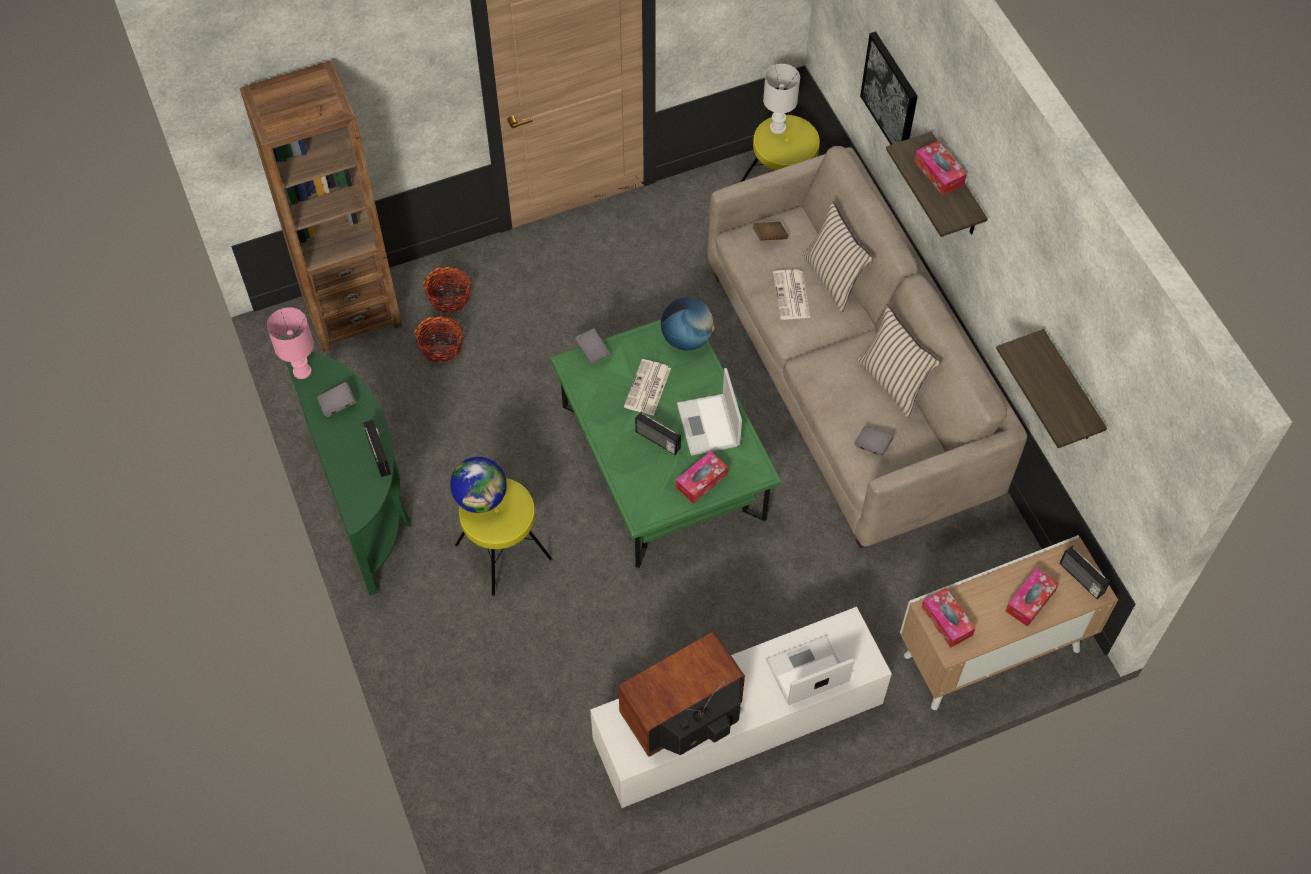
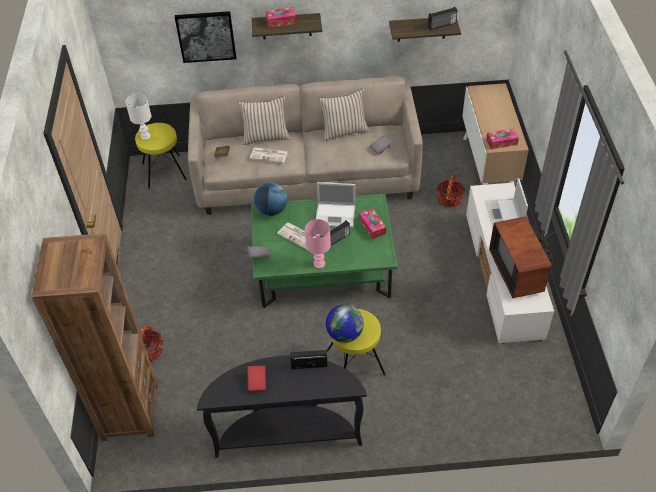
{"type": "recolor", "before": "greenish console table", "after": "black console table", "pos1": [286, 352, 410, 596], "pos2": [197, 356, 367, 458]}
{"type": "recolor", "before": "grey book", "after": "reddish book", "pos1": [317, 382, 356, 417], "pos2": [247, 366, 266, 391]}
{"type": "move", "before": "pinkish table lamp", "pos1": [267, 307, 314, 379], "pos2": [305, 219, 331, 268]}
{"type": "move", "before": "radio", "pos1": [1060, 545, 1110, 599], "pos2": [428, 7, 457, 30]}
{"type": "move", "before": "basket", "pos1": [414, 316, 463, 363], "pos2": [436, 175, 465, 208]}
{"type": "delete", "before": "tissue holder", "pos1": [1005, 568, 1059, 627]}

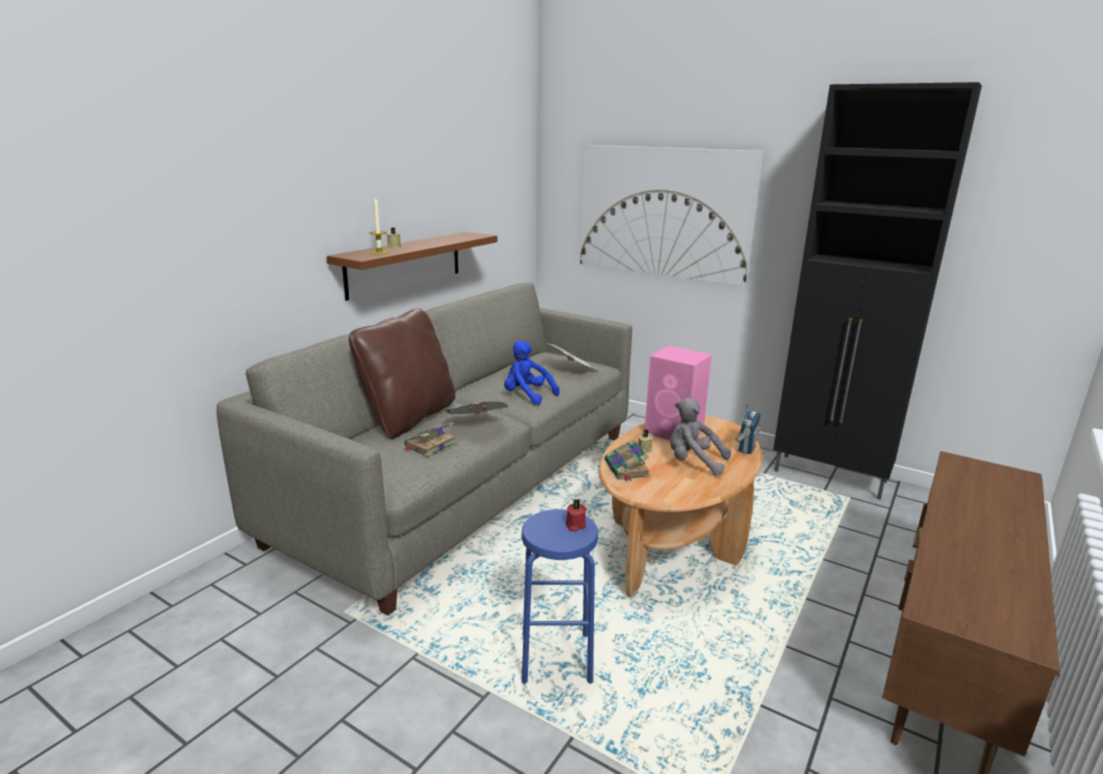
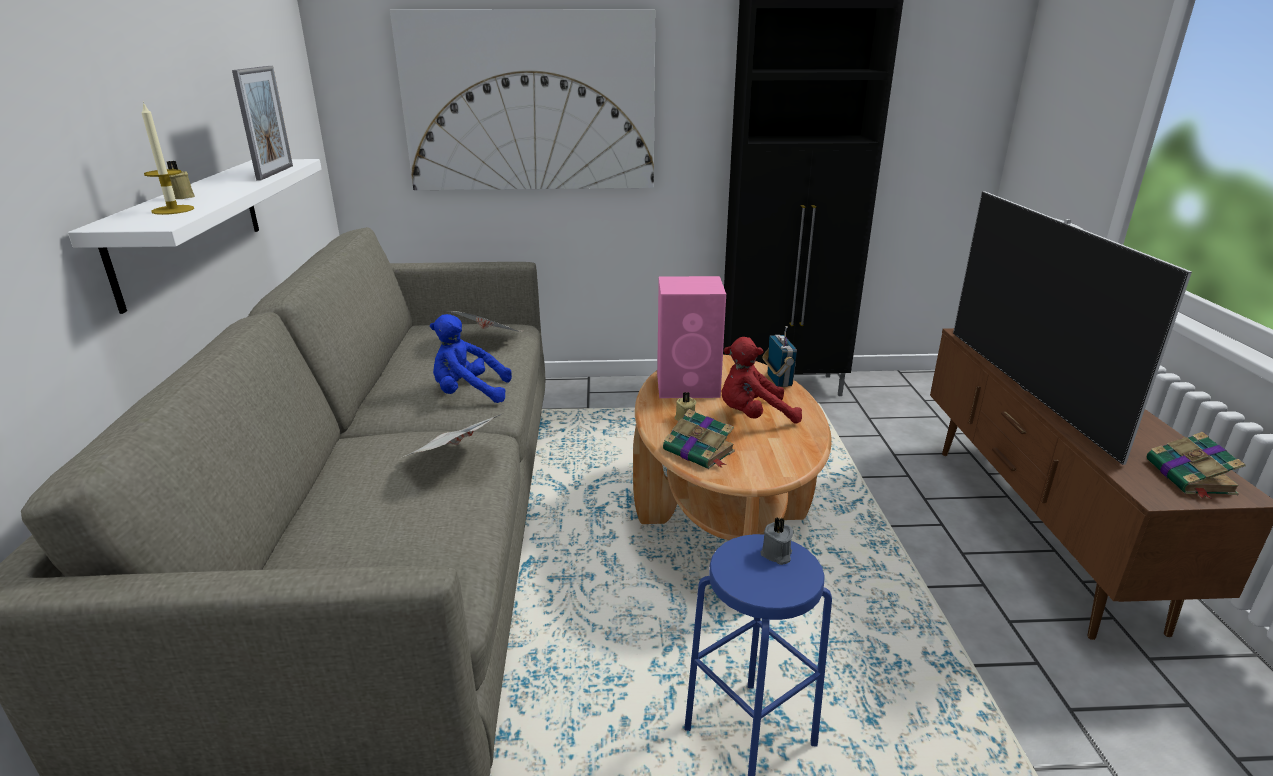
{"type": "recolor", "before": "brownish bracket shelf", "after": "white bracket shelf", "pos1": [327, 232, 497, 301], "pos2": [68, 159, 322, 314]}
{"type": "insert", "after": "standing frame", "pos2": [232, 66, 293, 181]}
{"type": "recolor", "before": "grey cuddly toy", "after": "reddish cuddly toy", "pos1": [670, 398, 731, 476], "pos2": [722, 337, 802, 424]}
{"type": "recolor", "before": "reddish wax candle", "after": "grey wax candle", "pos1": [566, 499, 587, 531], "pos2": [761, 518, 794, 565]}
{"type": "insert", "after": "TV", "pos2": [953, 192, 1192, 465]}
{"type": "move", "before": "book", "pos1": [402, 422, 457, 457], "pos2": [1147, 432, 1246, 499]}
{"type": "delete", "before": "brownish throw pillow", "pos1": [349, 308, 455, 439]}

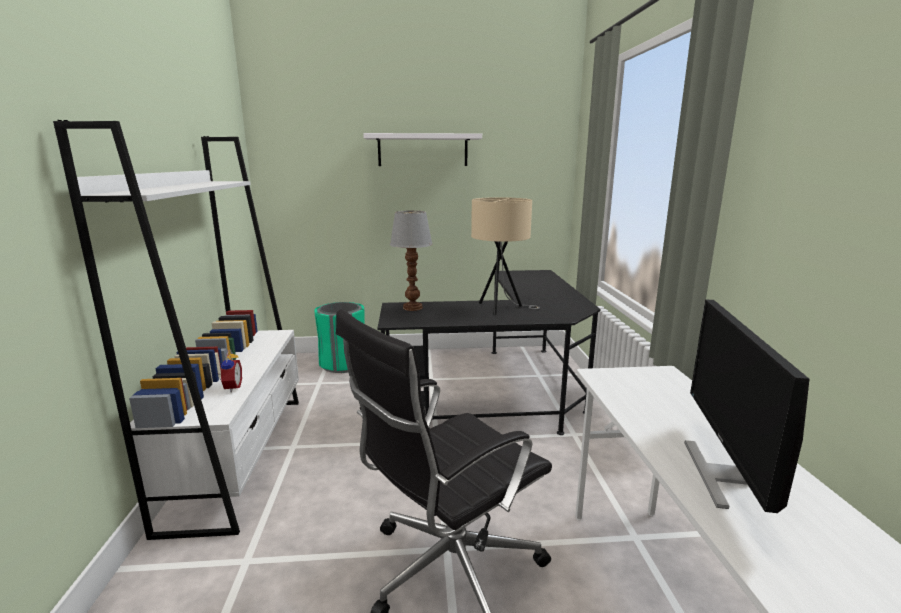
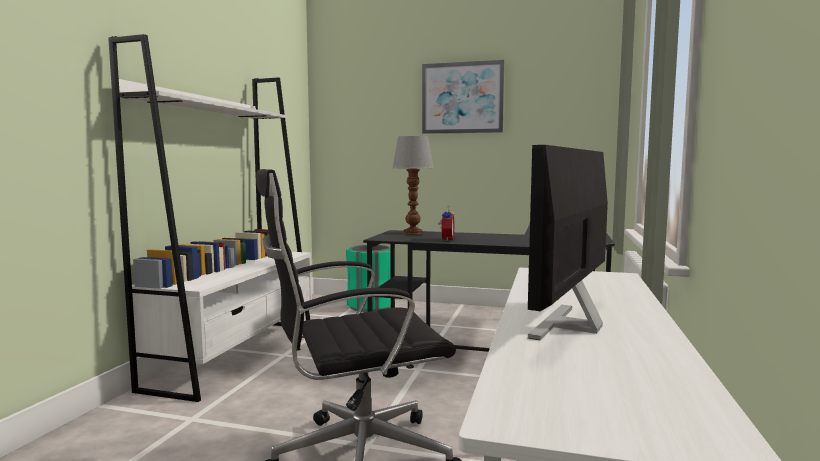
{"type": "replace", "before": "white bracket shelf", "after": "wall art", "pos1": [363, 133, 482, 166], "pos2": [422, 60, 504, 134]}
{"type": "move", "before": "bedside clock", "pos1": [220, 350, 242, 393], "pos2": [439, 205, 455, 241]}
{"type": "delete", "before": "beige-coloured table lamp", "pos1": [471, 197, 540, 315]}

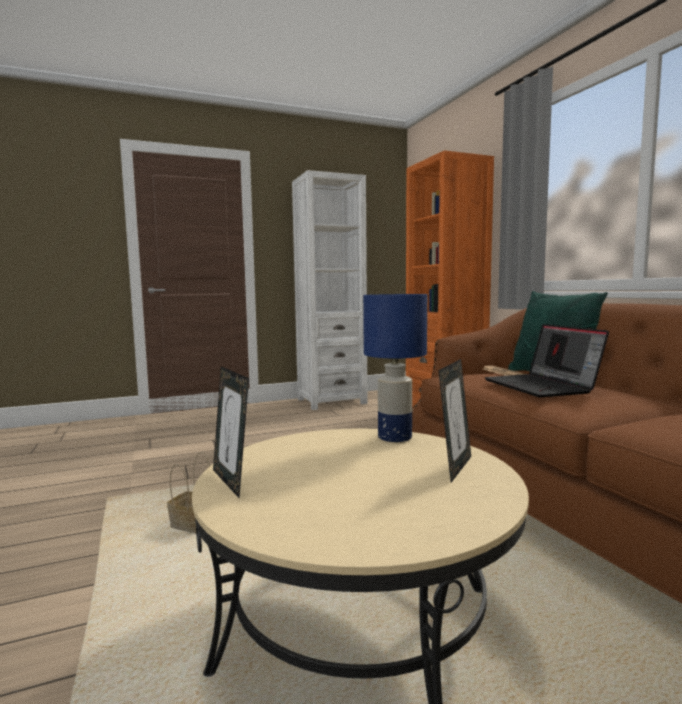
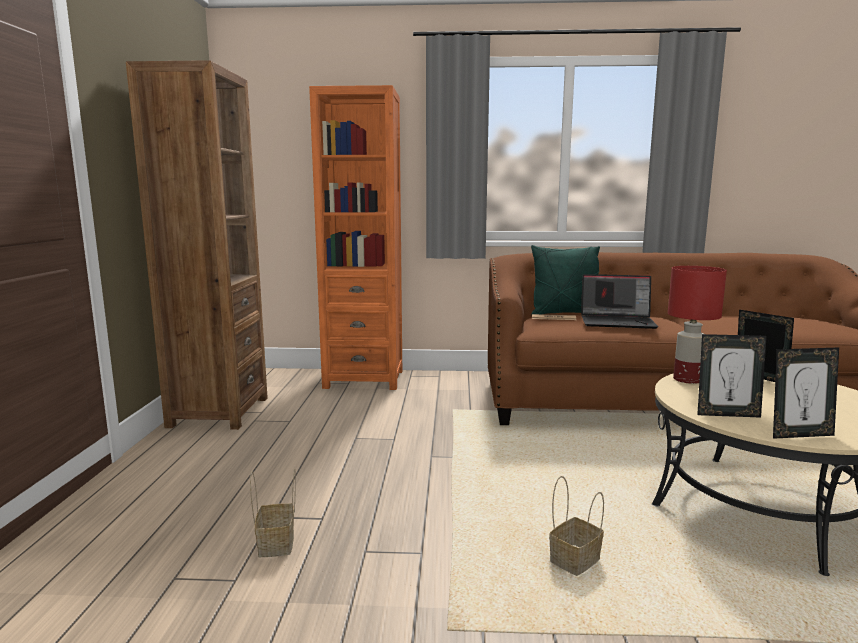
{"type": "recolor", "before": "white shelving unit", "after": "brownish shelving unit", "pos1": [292, 170, 368, 410], "pos2": [126, 60, 268, 430]}
{"type": "insert", "after": "basket", "pos2": [250, 468, 296, 557]}
{"type": "recolor", "before": "bluish table lamp", "after": "reddish table lamp", "pos1": [363, 294, 427, 442], "pos2": [668, 266, 727, 384]}
{"type": "insert", "after": "standing frame", "pos2": [697, 334, 767, 418]}

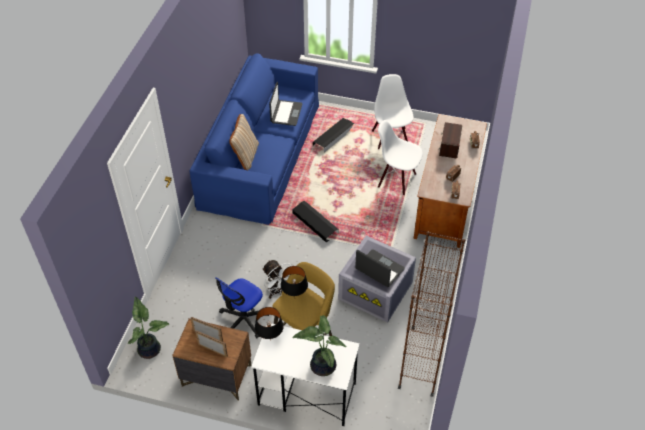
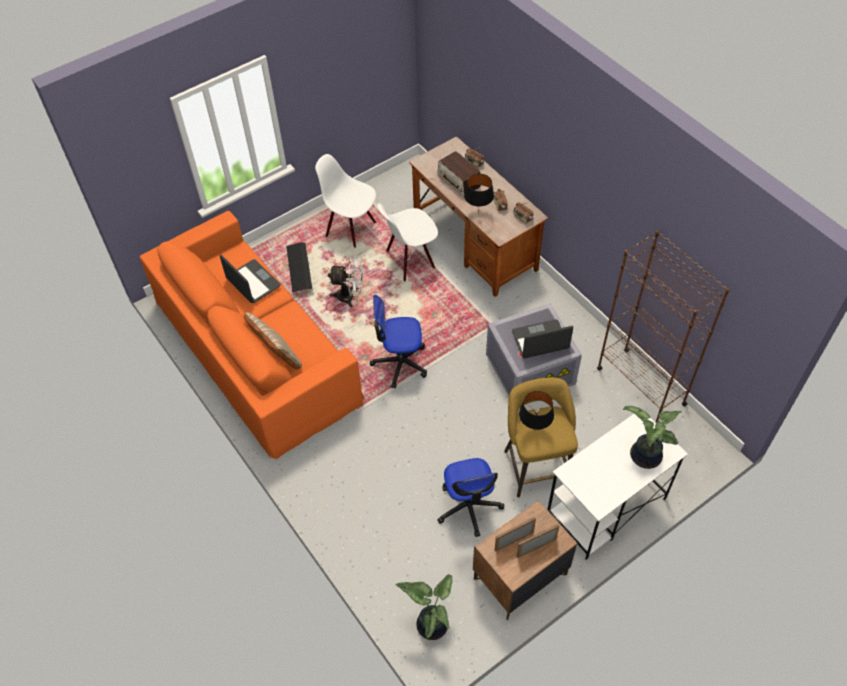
{"type": "recolor", "before": "bluish couch", "after": "orangey couch", "pos1": [190, 53, 319, 225], "pos2": [140, 211, 364, 459]}
{"type": "move", "before": "white fan", "pos1": [262, 260, 292, 299], "pos2": [328, 256, 364, 307]}
{"type": "replace", "before": "black storage box", "after": "office chair", "pos1": [292, 201, 339, 242], "pos2": [370, 295, 427, 388]}
{"type": "move", "before": "black table lamp", "pos1": [255, 307, 284, 341], "pos2": [464, 174, 494, 215]}

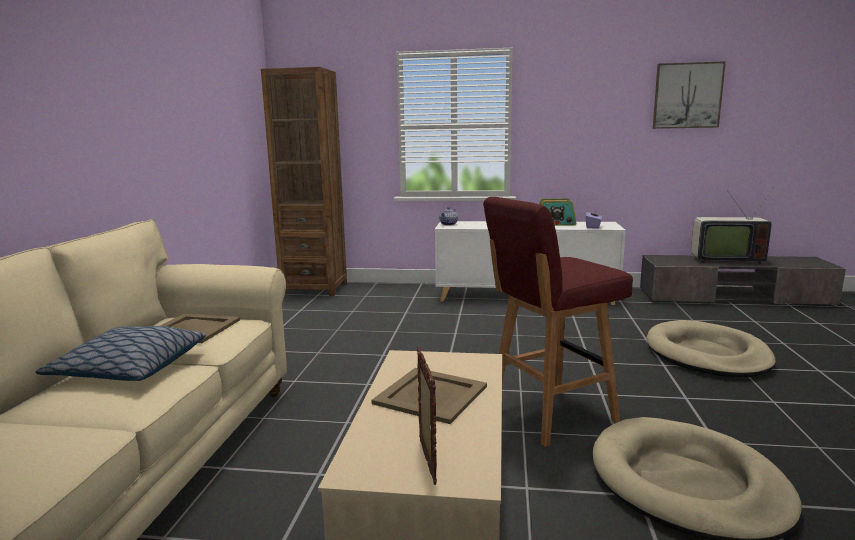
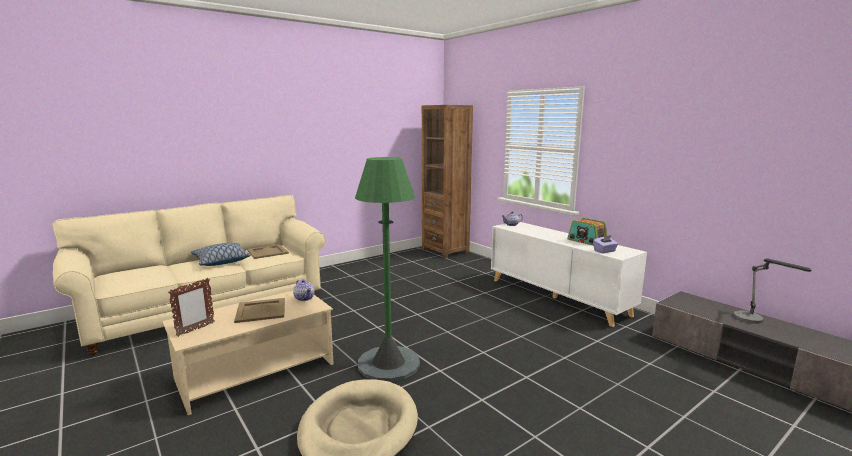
{"type": "insert", "after": "pot for tea", "pos2": [293, 280, 315, 301]}
{"type": "replace", "before": "reddish stool", "after": "greenish standing lamp", "pos1": [483, 197, 633, 447], "pos2": [355, 157, 420, 382]}
{"type": "replace", "before": "TV", "after": "table lamp", "pos1": [691, 187, 774, 264], "pos2": [733, 258, 812, 324]}
{"type": "delete", "before": "beige-coloured dog bed", "pos1": [647, 320, 776, 377]}
{"type": "delete", "before": "wall art", "pos1": [653, 61, 726, 129]}

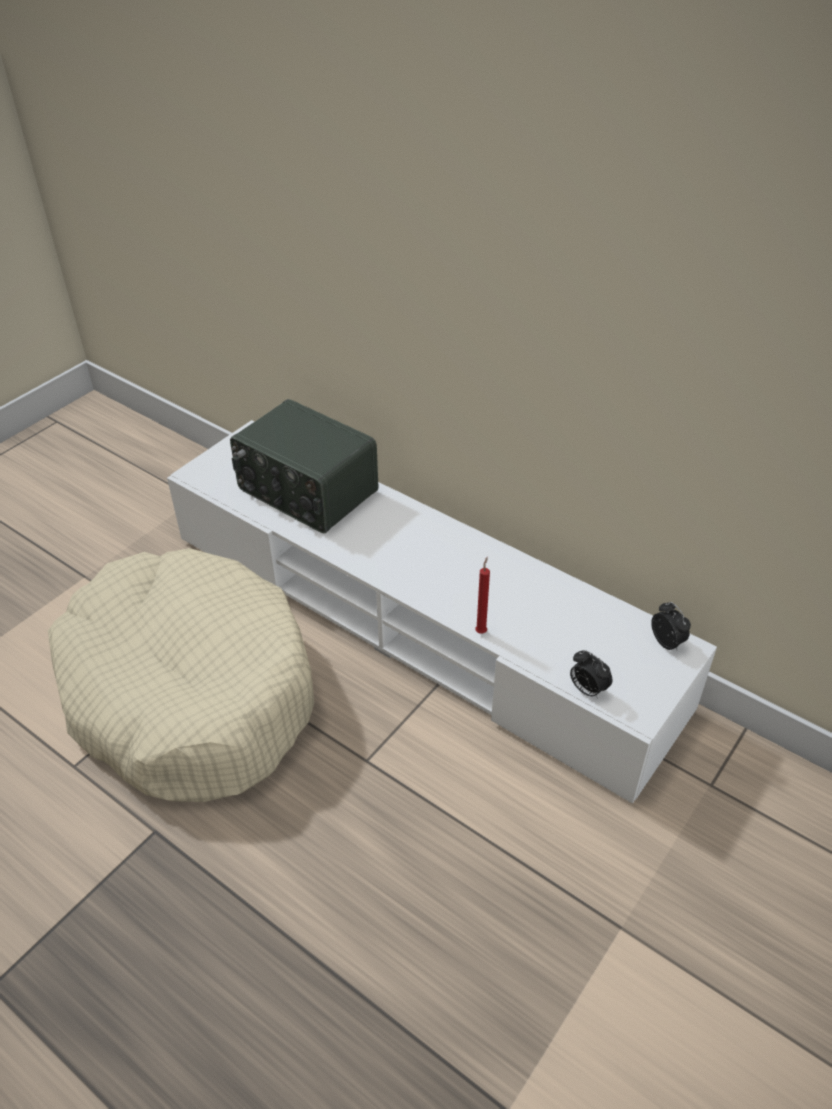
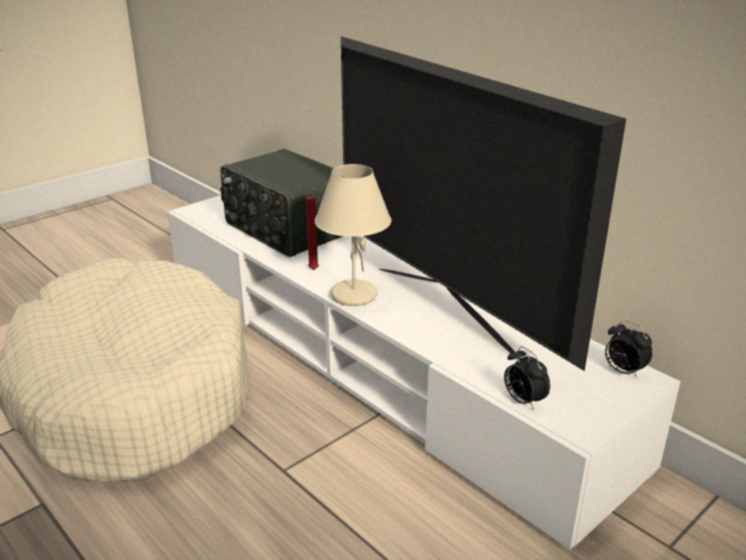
{"type": "move", "before": "reddish wax candle", "pos1": [475, 557, 490, 634], "pos2": [306, 186, 319, 270]}
{"type": "insert", "after": "beige-coloured table lamp", "pos2": [315, 164, 391, 306]}
{"type": "insert", "after": "TV", "pos2": [341, 36, 626, 371]}
{"type": "rotate", "before": "bedside clock", "pos1": [651, 602, 691, 650], "pos2": [605, 320, 653, 378], "turn": 150}

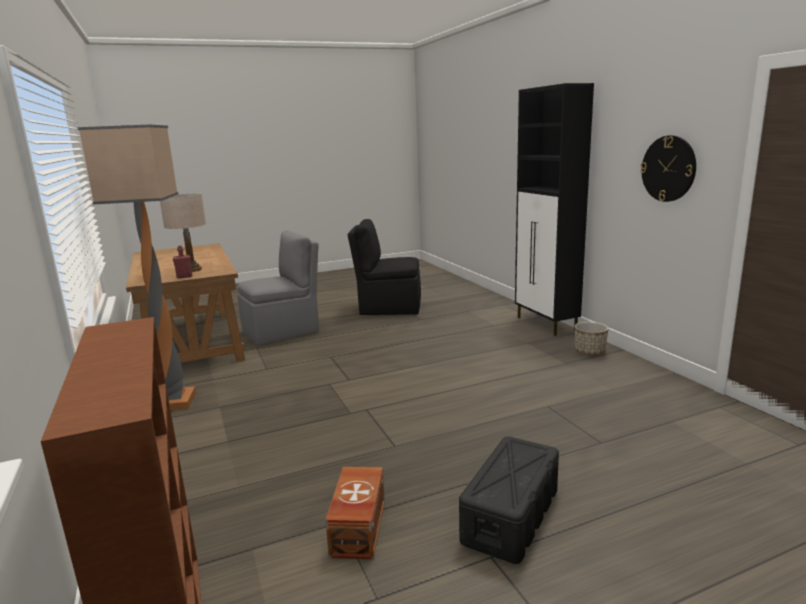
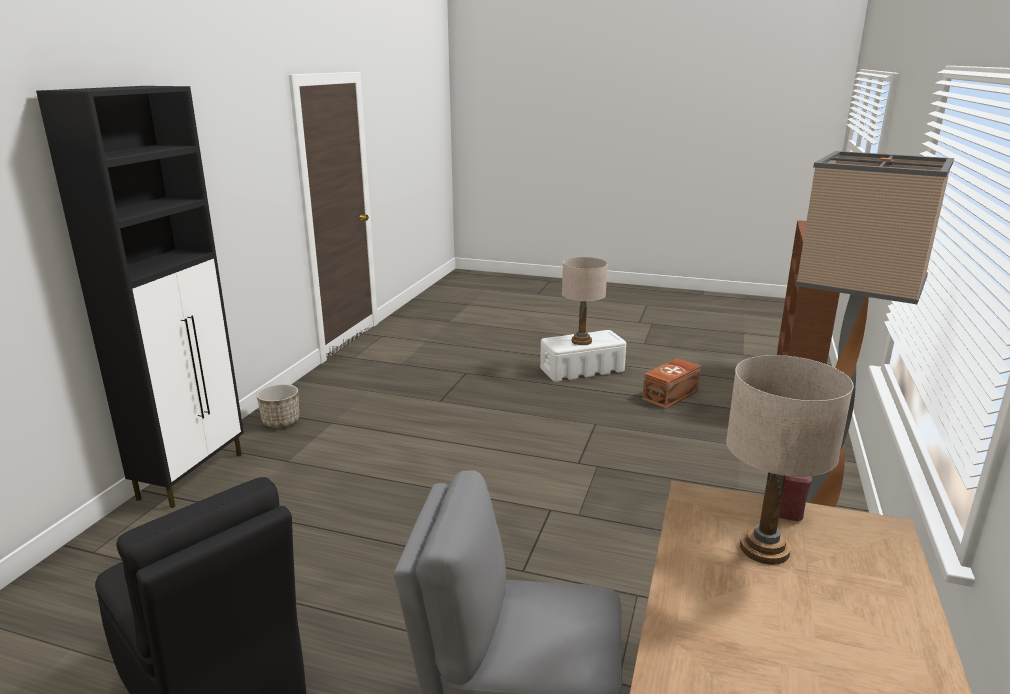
{"type": "recolor", "before": "black storage box", "after": "white storage box", "pos1": [459, 436, 559, 564], "pos2": [540, 330, 626, 382]}
{"type": "insert", "after": "beige-coloured table lamp", "pos2": [562, 257, 608, 345]}
{"type": "delete", "before": "wall clock", "pos1": [640, 135, 696, 202]}

